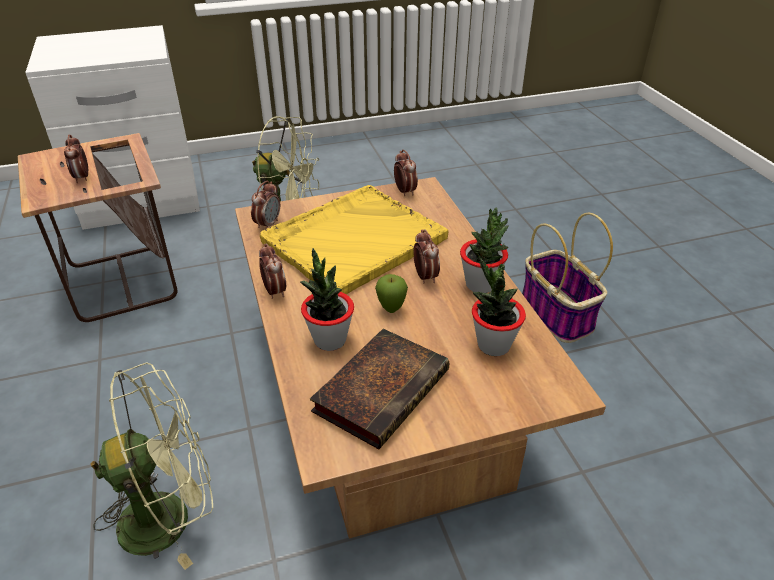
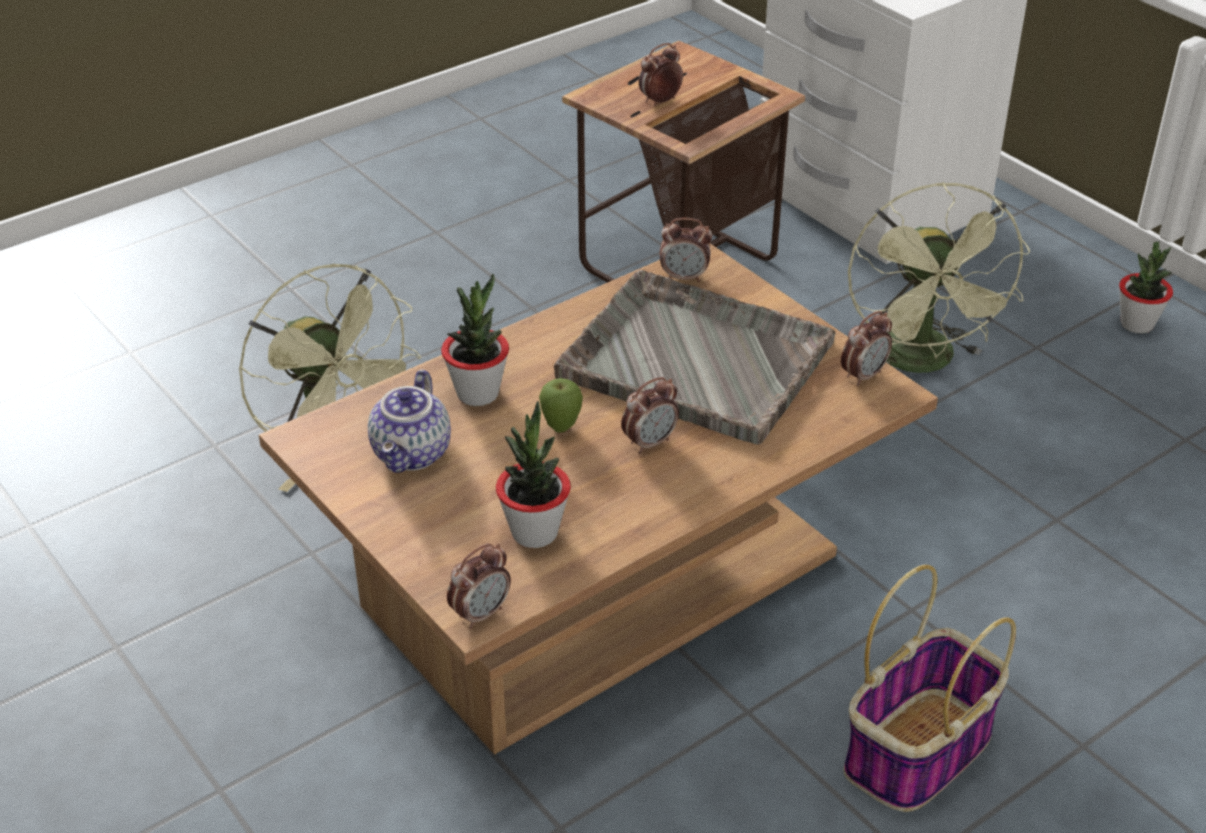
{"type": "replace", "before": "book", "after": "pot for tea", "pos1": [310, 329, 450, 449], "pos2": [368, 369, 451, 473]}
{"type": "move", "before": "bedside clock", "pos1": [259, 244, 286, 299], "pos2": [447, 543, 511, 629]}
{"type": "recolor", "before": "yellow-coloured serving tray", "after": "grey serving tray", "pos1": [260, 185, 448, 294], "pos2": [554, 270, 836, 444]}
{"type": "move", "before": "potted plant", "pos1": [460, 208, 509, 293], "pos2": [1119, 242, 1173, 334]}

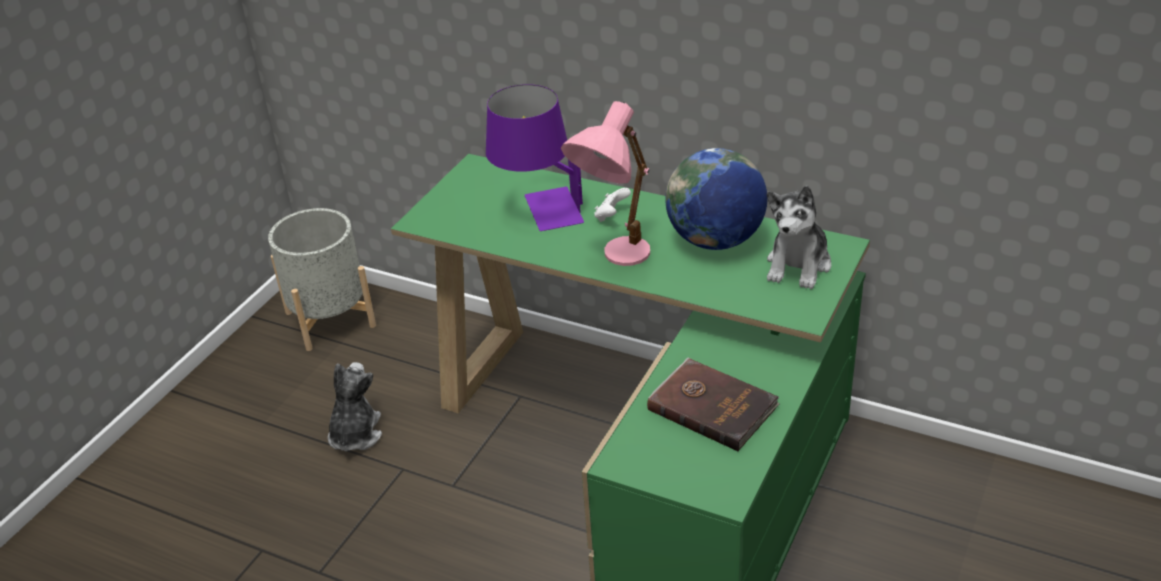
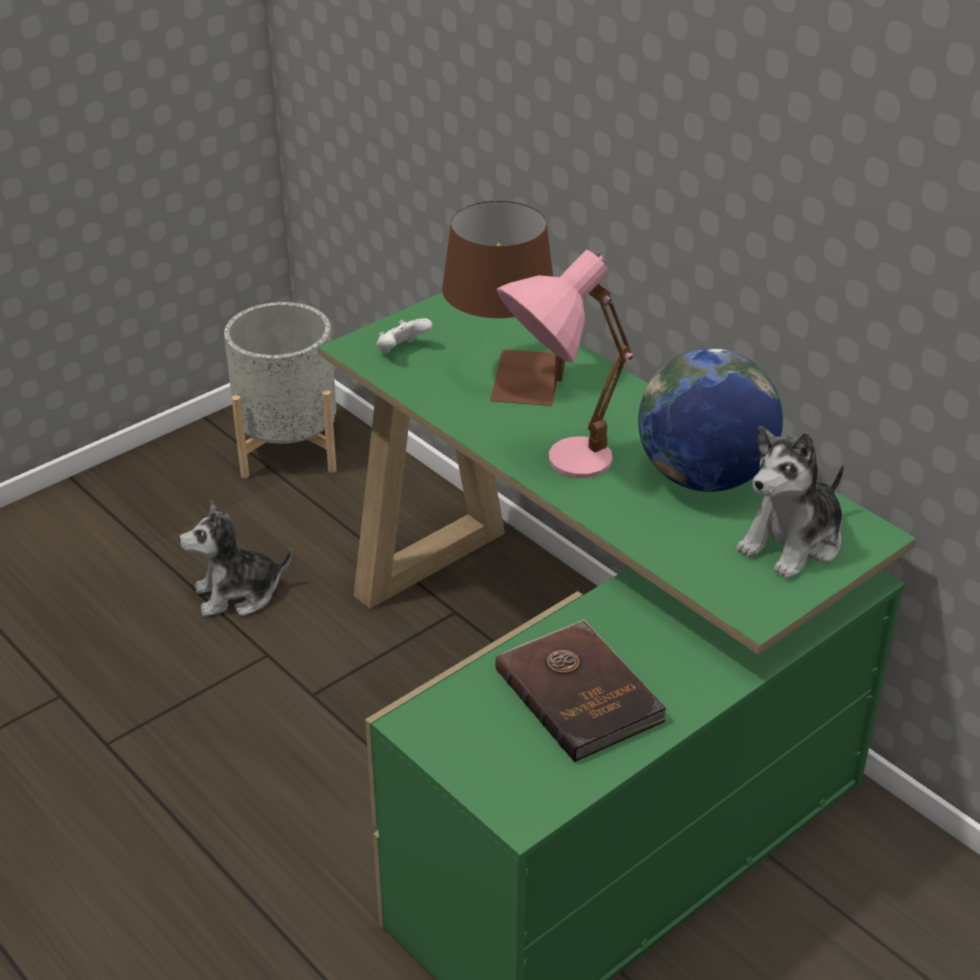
{"type": "rotate", "before": "cuddly toy", "pos1": [328, 362, 382, 451], "pos2": [179, 500, 292, 617], "turn": -135}
{"type": "move", "before": "white joypad", "pos1": [594, 188, 631, 222], "pos2": [377, 318, 432, 354]}
{"type": "recolor", "before": "purplish table lamp", "after": "brownish table lamp", "pos1": [486, 84, 584, 231], "pos2": [442, 201, 565, 406]}

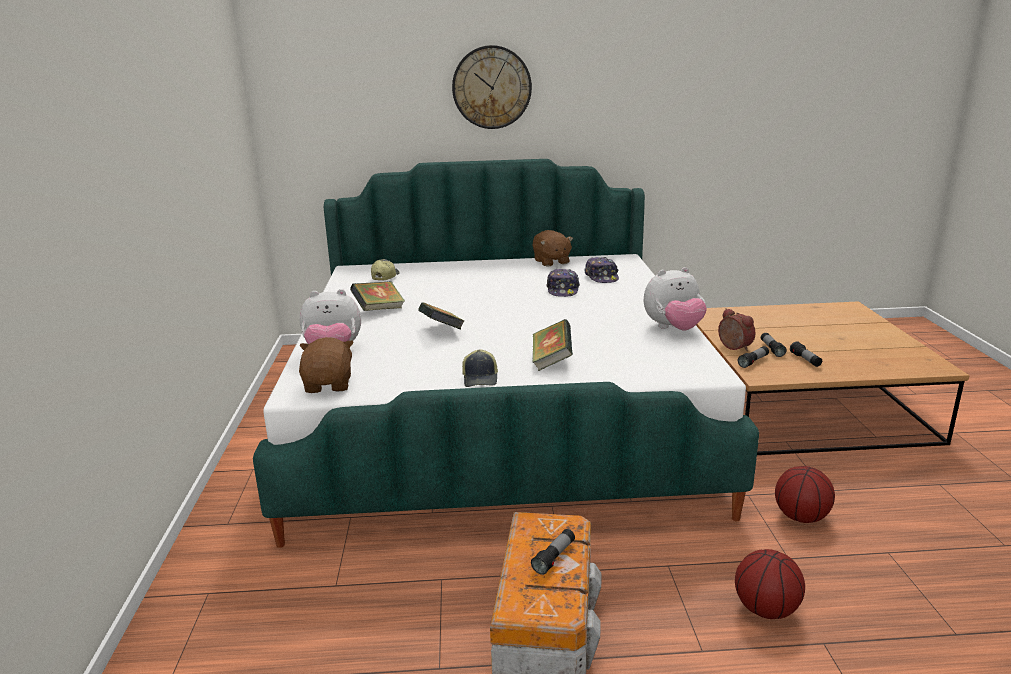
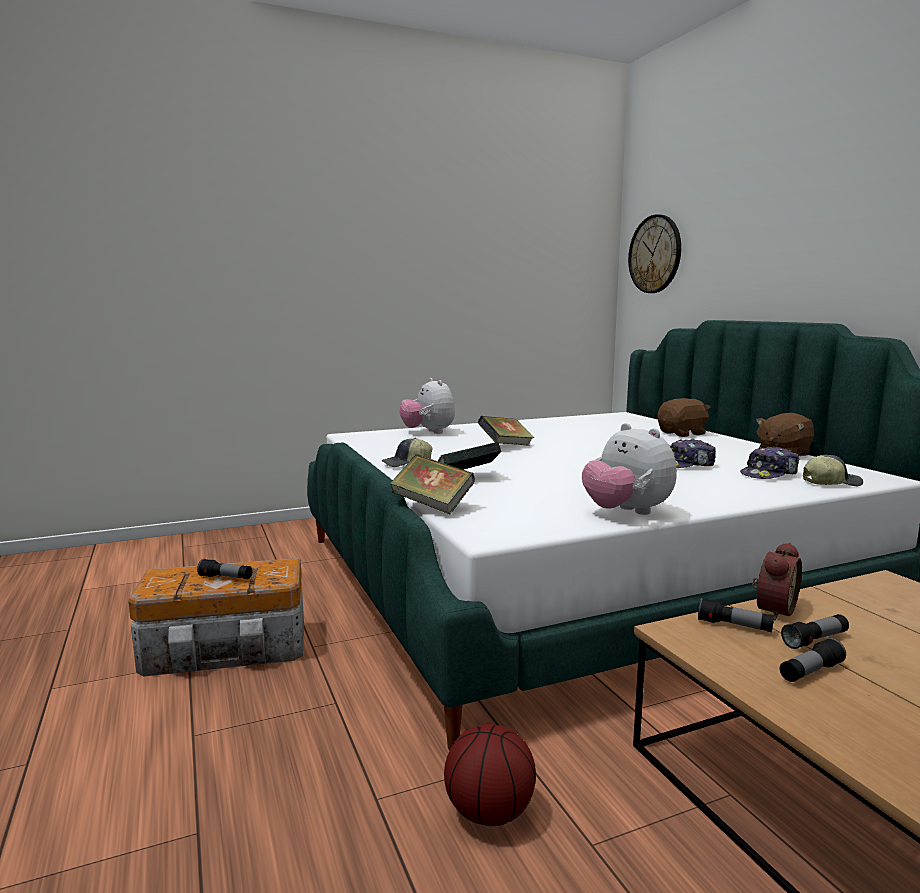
{"type": "move", "before": "book", "pos1": [350, 281, 405, 311], "pos2": [390, 454, 475, 514]}
{"type": "move", "before": "wall clock", "pos1": [452, 45, 532, 129], "pos2": [628, 214, 681, 293]}
{"type": "move", "before": "brownish cuddly toy", "pos1": [299, 337, 354, 393], "pos2": [658, 398, 710, 437]}
{"type": "move", "before": "baseball cap", "pos1": [371, 259, 400, 280], "pos2": [803, 455, 863, 486]}
{"type": "delete", "before": "basketball", "pos1": [735, 549, 805, 619]}

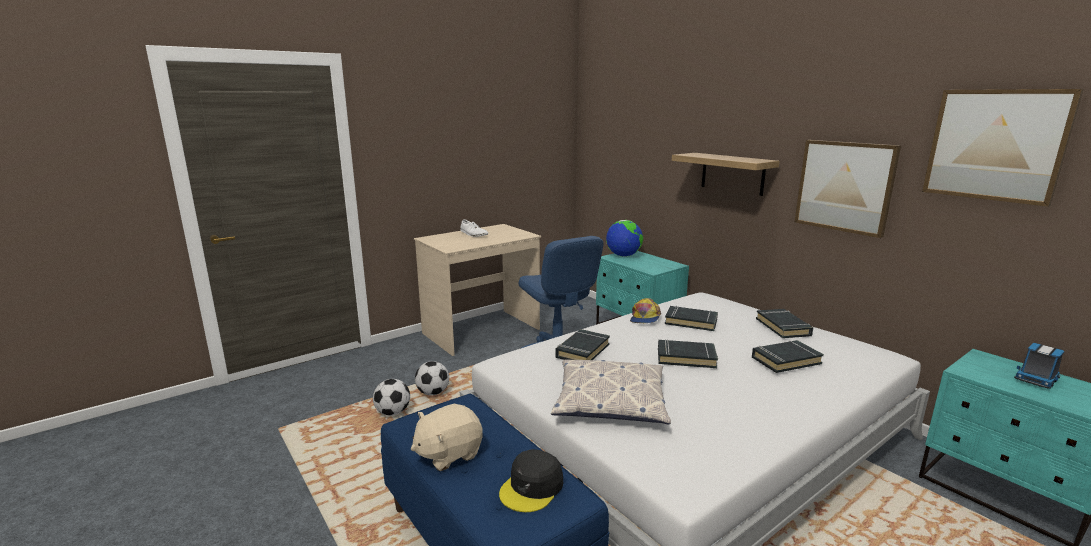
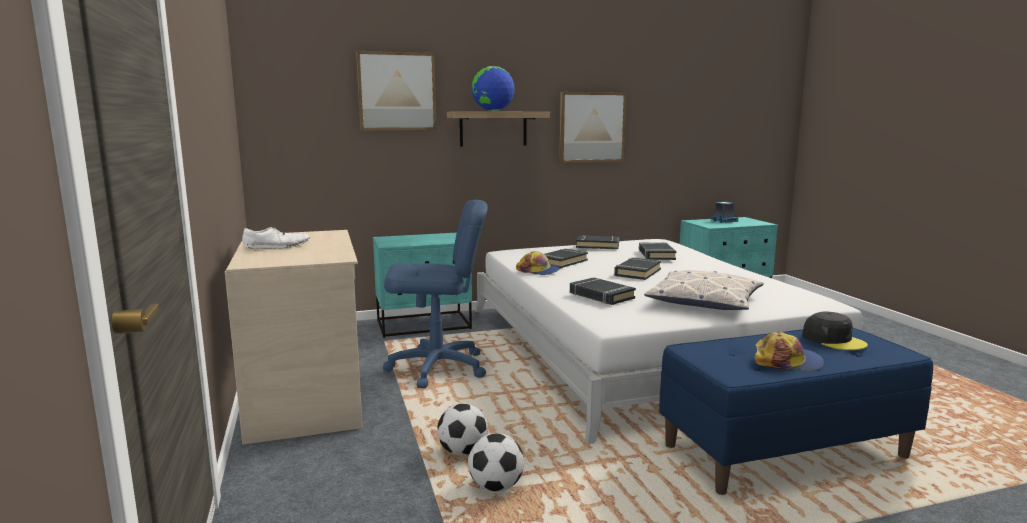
{"type": "move", "before": "wall art", "pos1": [922, 89, 1084, 207], "pos2": [356, 51, 436, 131]}
{"type": "move", "before": "world globe", "pos1": [606, 220, 643, 257], "pos2": [471, 66, 515, 111]}
{"type": "replace", "before": "beige-coloured cuddly toy", "after": "baseball cap", "pos1": [411, 404, 483, 471], "pos2": [754, 332, 824, 371]}

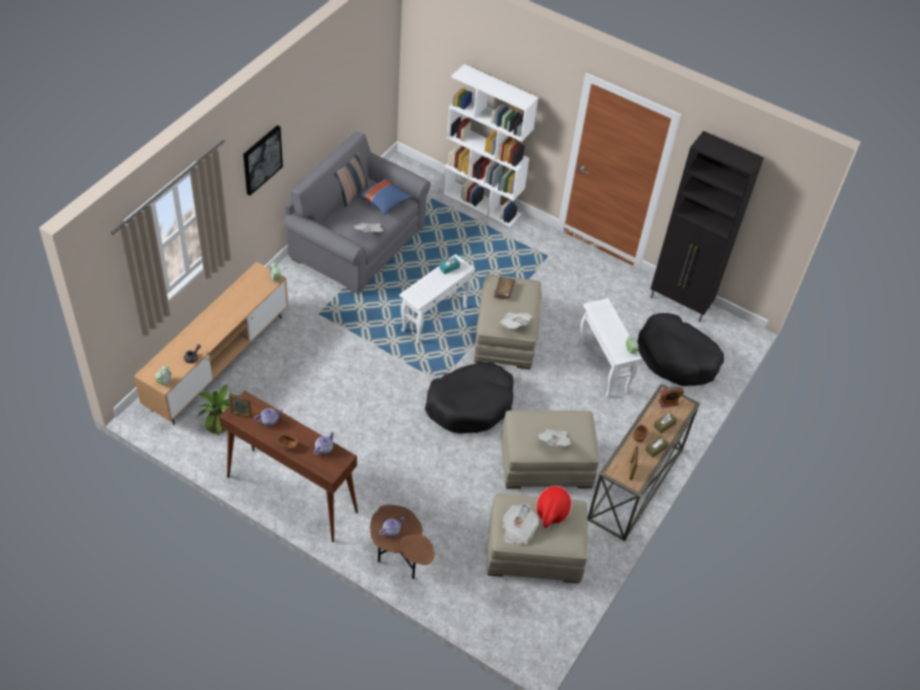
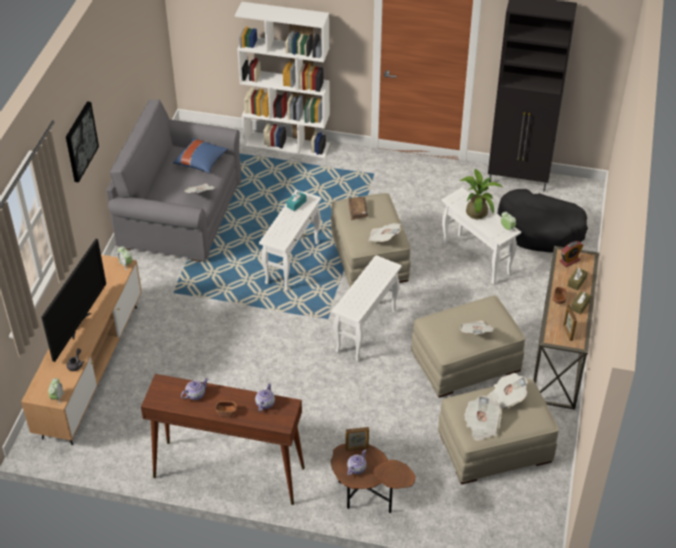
{"type": "insert", "after": "TV", "pos2": [41, 239, 106, 362]}
{"type": "replace", "before": "black dog bed", "after": "white accent table", "pos1": [425, 362, 514, 434], "pos2": [332, 255, 402, 361]}
{"type": "move", "before": "standing frame", "pos1": [229, 394, 252, 417], "pos2": [345, 427, 369, 451]}
{"type": "move", "before": "potted plant", "pos1": [198, 384, 230, 437], "pos2": [460, 169, 503, 219]}
{"type": "replace", "before": "wearable hat", "after": "daily paper", "pos1": [536, 486, 572, 530], "pos2": [487, 373, 528, 410]}
{"type": "delete", "before": "throw pillow", "pos1": [334, 152, 369, 207]}

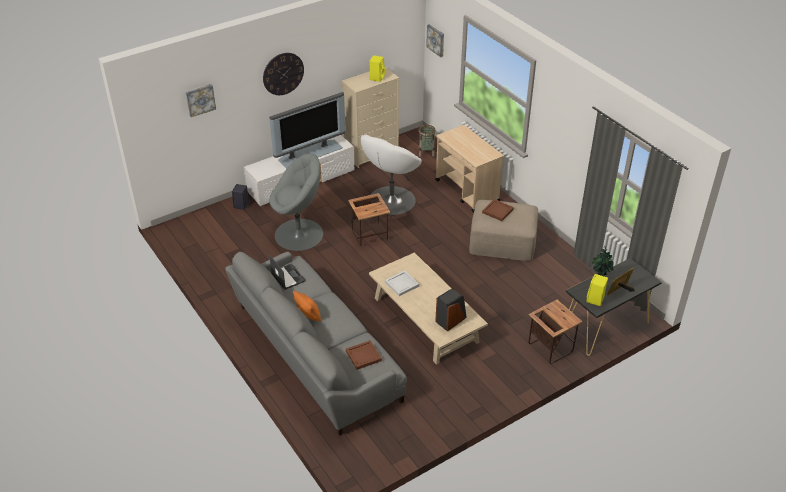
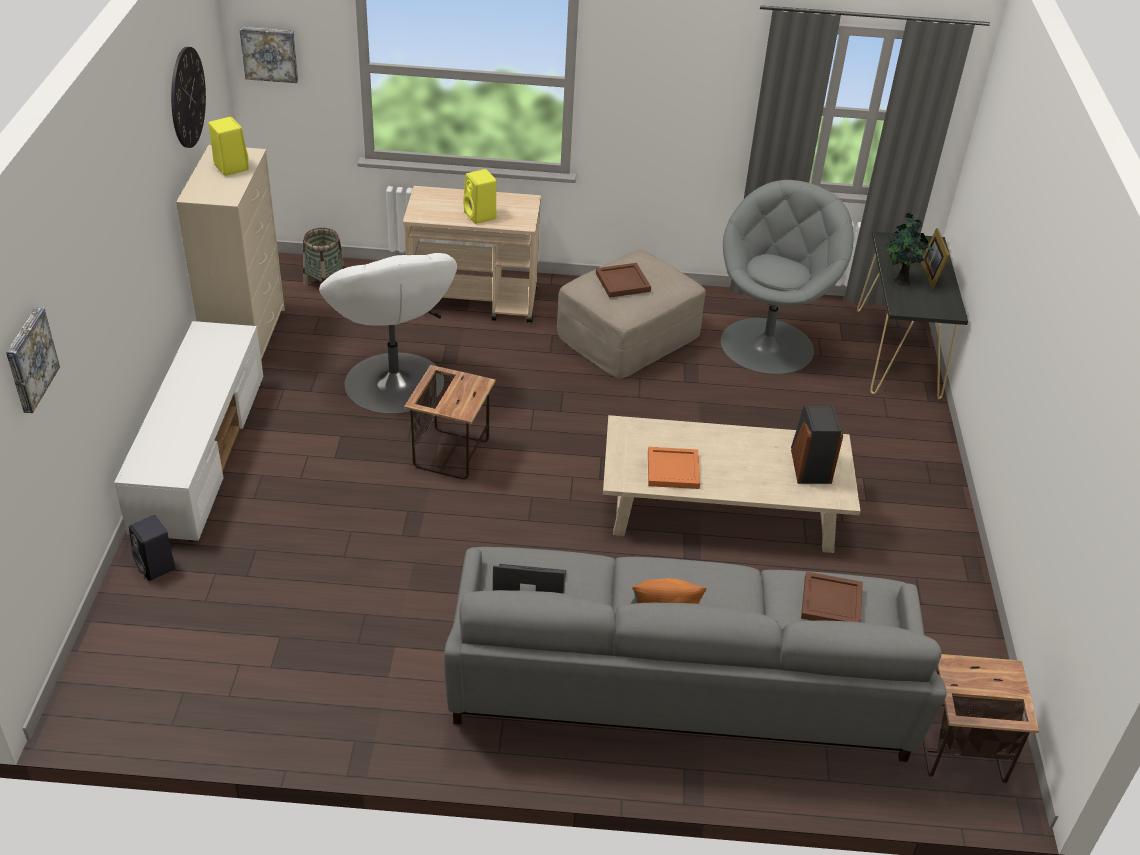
{"type": "move", "before": "wall clock", "pos1": [263, 53, 304, 95], "pos2": [171, 47, 206, 148]}
{"type": "move", "before": "yellow-coloured loudspeaker", "pos1": [586, 274, 608, 306], "pos2": [463, 169, 497, 224]}
{"type": "recolor", "before": "white serving tray", "after": "orangey serving tray", "pos1": [385, 270, 419, 296], "pos2": [648, 447, 700, 489]}
{"type": "move", "before": "grey easy chair", "pos1": [269, 153, 323, 251], "pos2": [721, 180, 854, 374]}
{"type": "move", "before": "accent table", "pos1": [528, 300, 582, 364], "pos2": [923, 654, 1039, 783]}
{"type": "delete", "before": "TV", "pos1": [269, 92, 346, 169]}

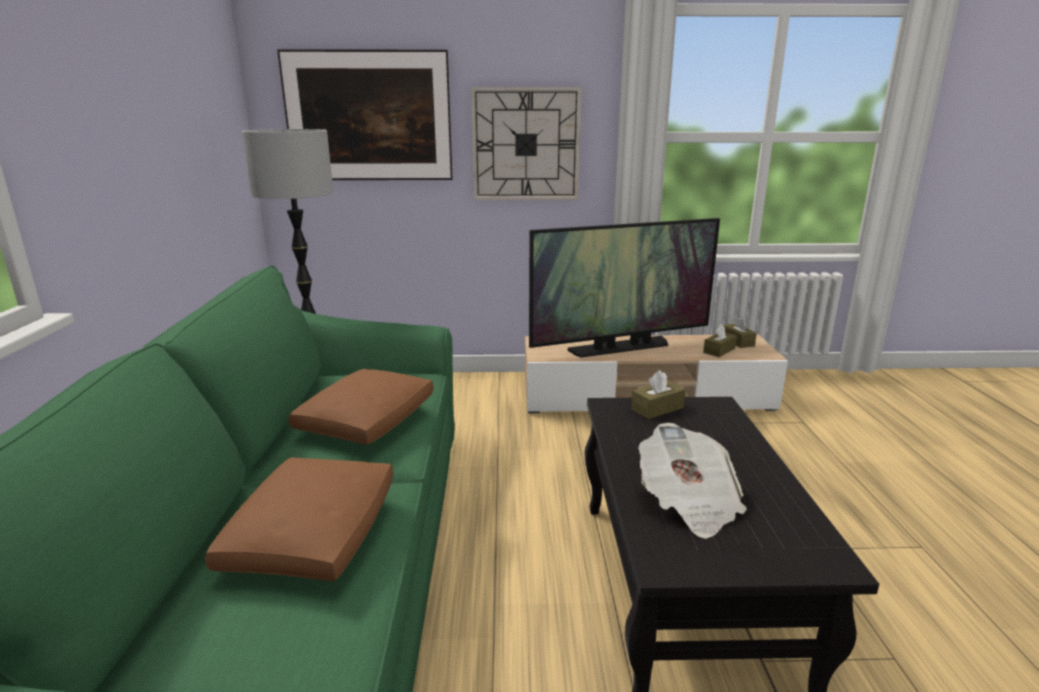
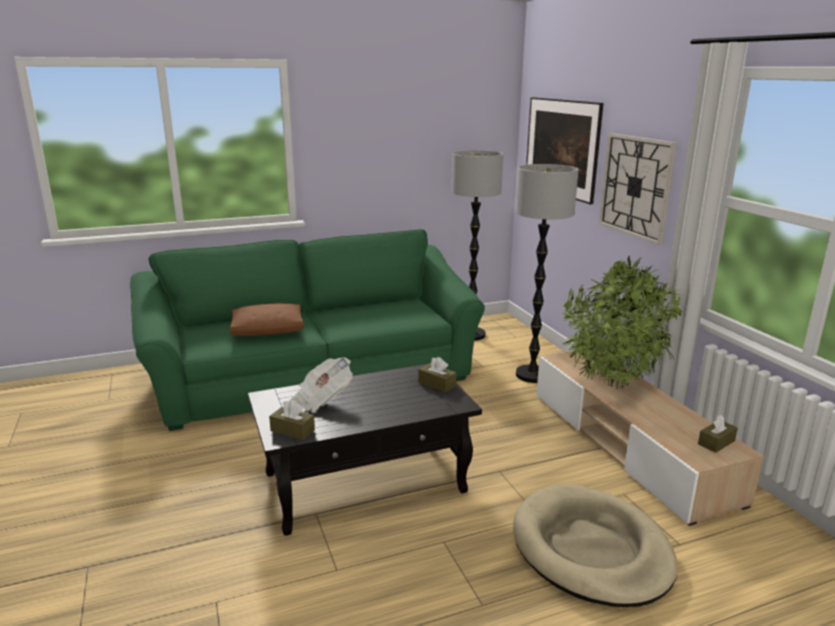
{"type": "move", "before": "brownish tissue holder", "pos1": [703, 324, 737, 357], "pos2": [269, 400, 315, 440]}
{"type": "insert", "after": "beige-coloured dog bed", "pos2": [513, 484, 678, 607]}
{"type": "insert", "after": "standing lamp", "pos2": [516, 164, 579, 383]}
{"type": "replace", "before": "TV", "after": "potted plant", "pos1": [529, 218, 720, 358], "pos2": [562, 256, 684, 389]}
{"type": "delete", "before": "brownish throw pillow", "pos1": [289, 369, 434, 445]}

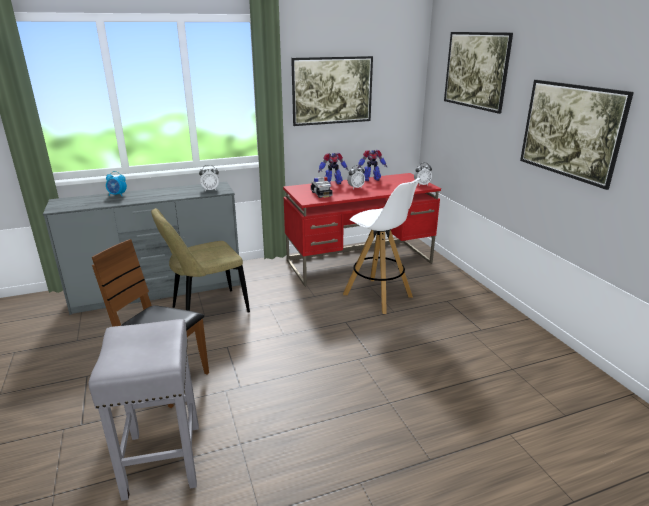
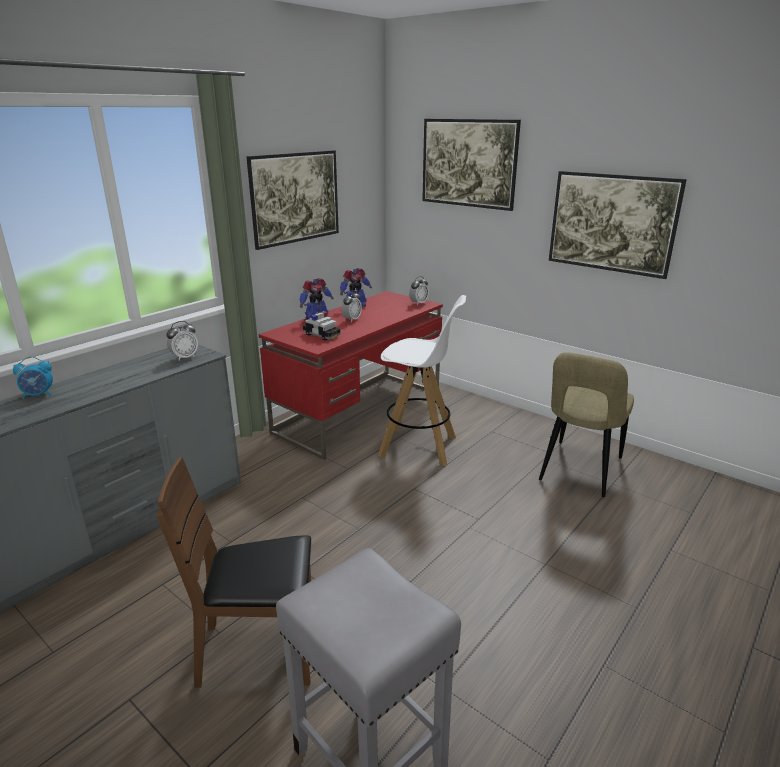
{"type": "move", "before": "beige-coloured upright chair", "pos1": [151, 208, 250, 312], "pos2": [539, 352, 634, 497]}

